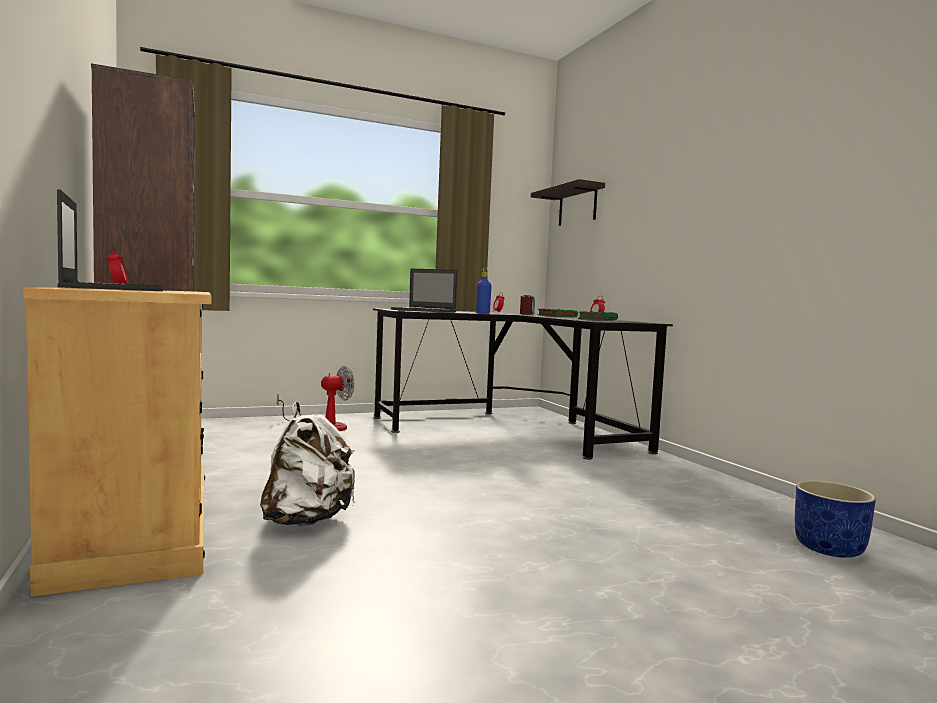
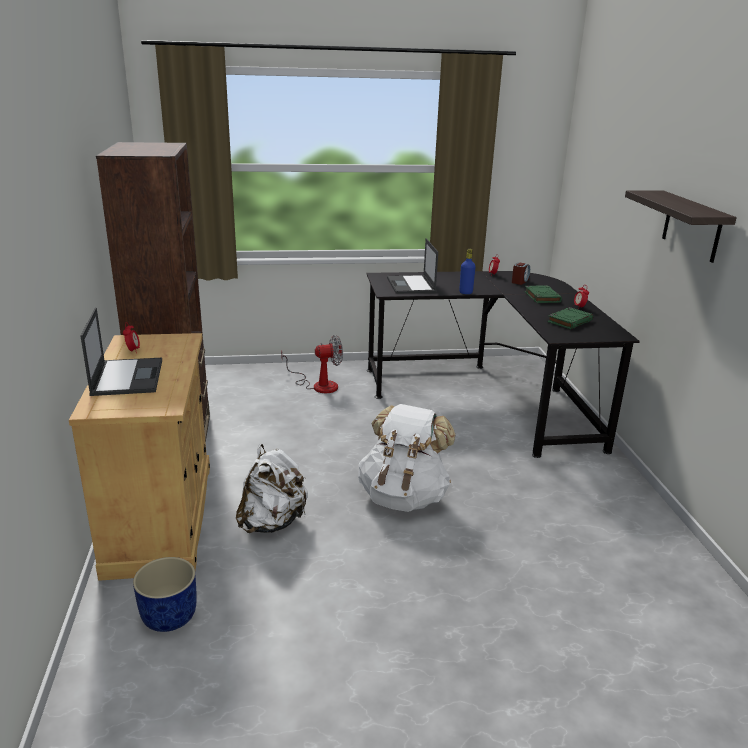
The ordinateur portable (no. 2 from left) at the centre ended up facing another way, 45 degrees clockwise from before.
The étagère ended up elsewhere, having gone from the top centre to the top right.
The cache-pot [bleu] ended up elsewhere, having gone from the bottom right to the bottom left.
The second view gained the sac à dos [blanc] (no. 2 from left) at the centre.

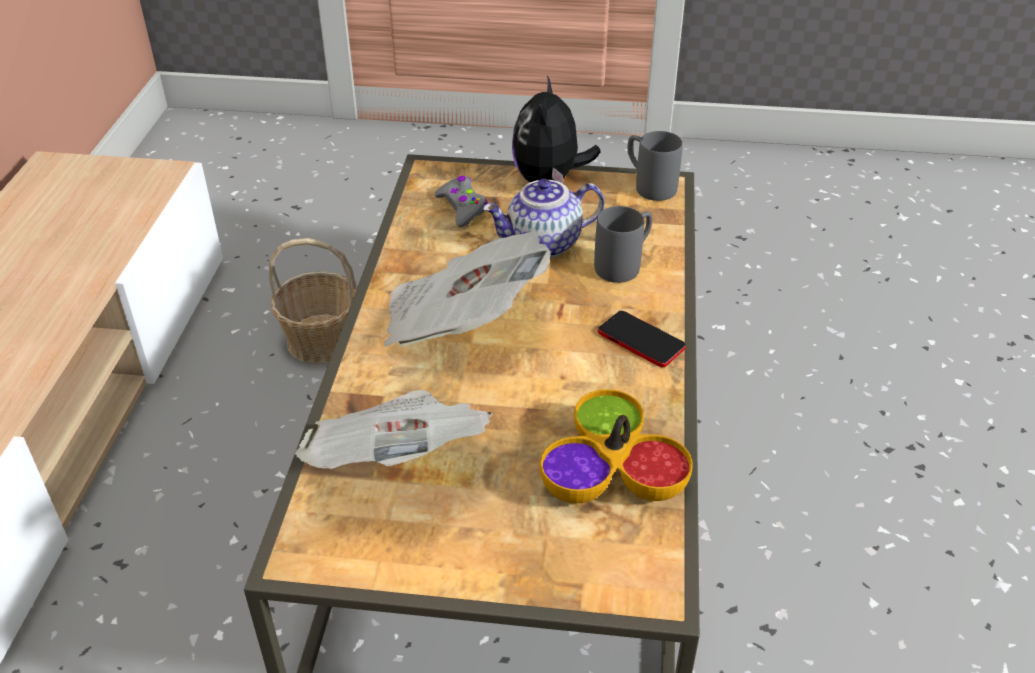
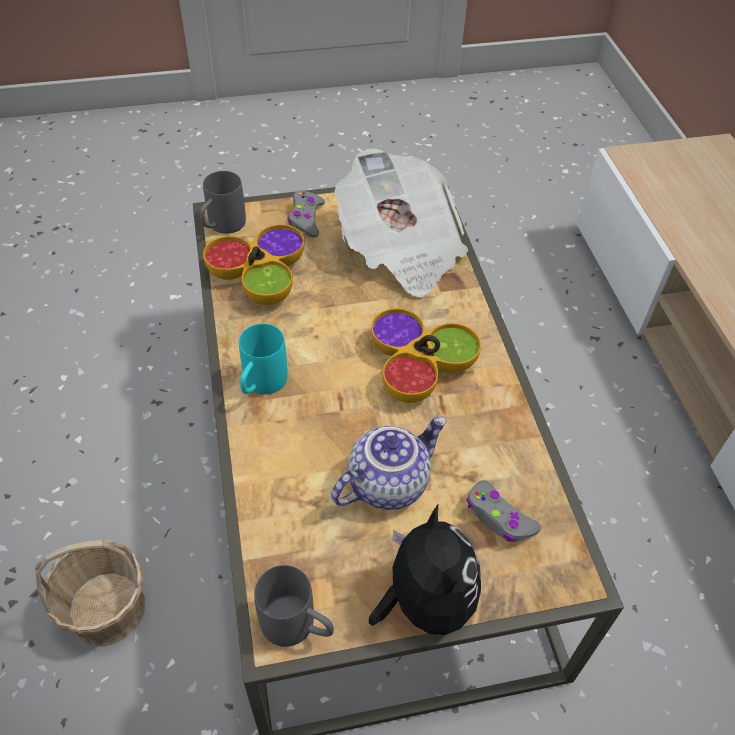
The panier ended up elsewhere, having gone from the middle left to the bottom left.
Where the journal (no. 2 from left) stood at the centre, the bol (no. 2 from left) came to stand at the centre.
The mug [gris] (no. 1 from left) ended up elsewhere, having gone from the centre to the top left.
Where the téléphone stood at the centre, the mug [turquoise] came to stand at the centre.
The second view gained the manette [gris] (no. 1 from left) at the top centre.

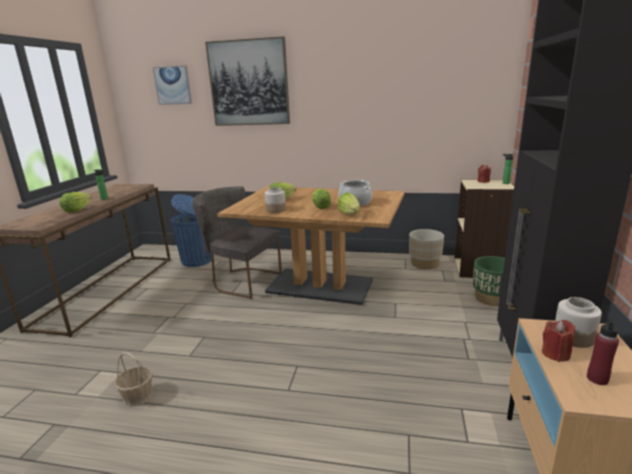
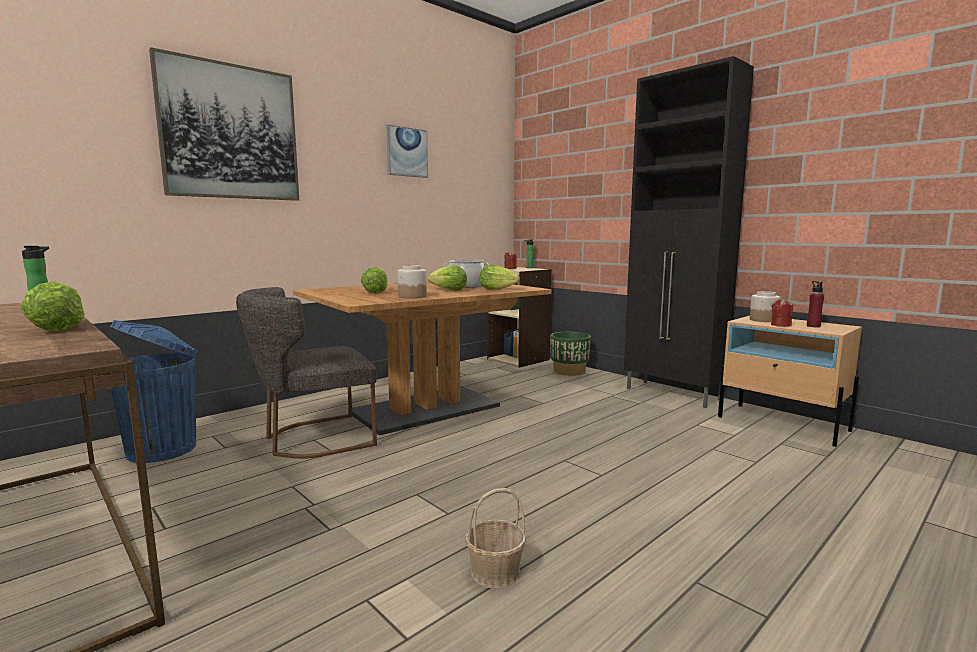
The tableau (no. 1 from left in the first image) ended up elsewhere, having gone from the top left to the top centre.
The second view lost the cache-pot [beige] at the middle right.

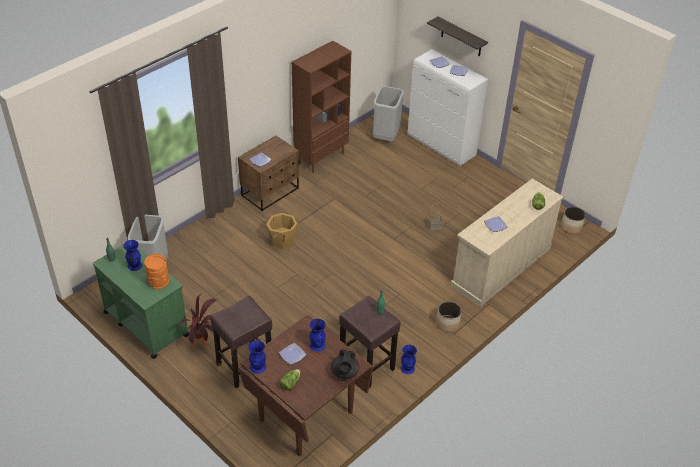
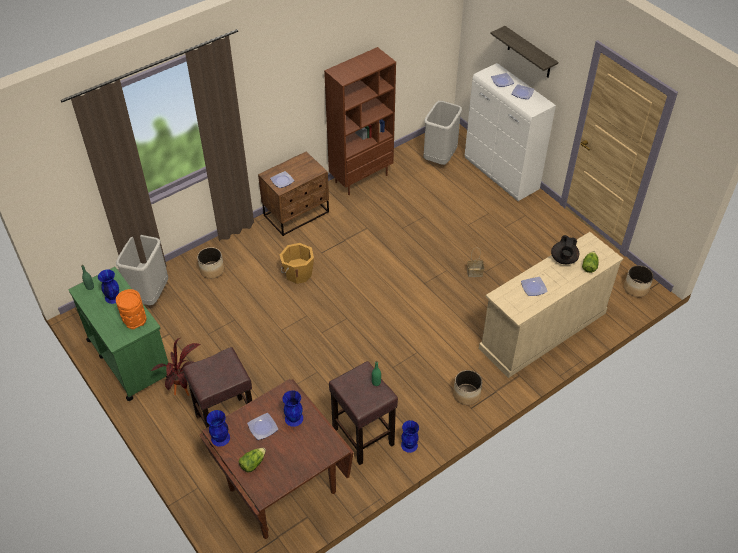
The théière [noir] ended up elsewhere, having gone from the bottom centre to the middle right.
The second view gained the cache-pot (no. 1 from left) at the middle left.

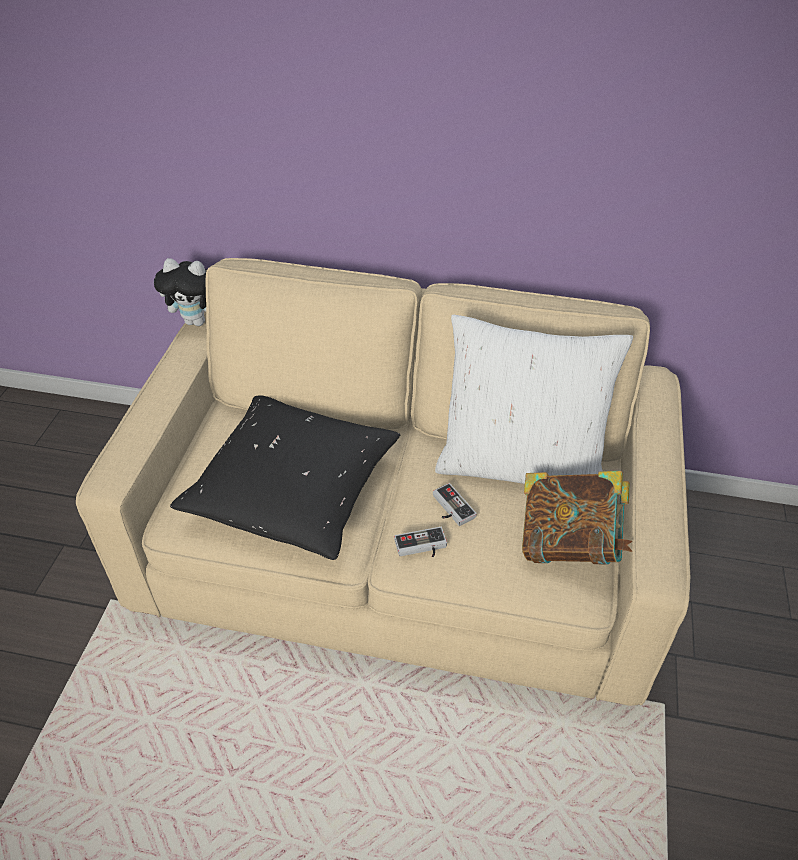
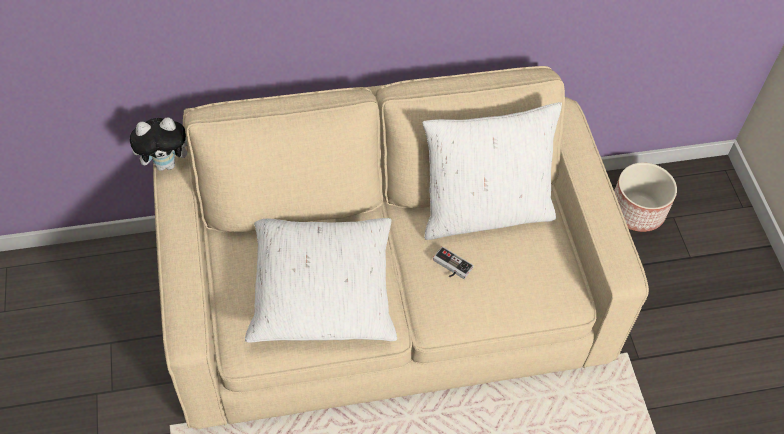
What was the coussin [noir] at the centre turned into the coussin [blanc] (no. 1 from left) at the centre.
The second view lost the manette (no. 1 from left) at the centre.
The second view lost the livre at the middle right.
The second view gained the cache-pot at the middle right.

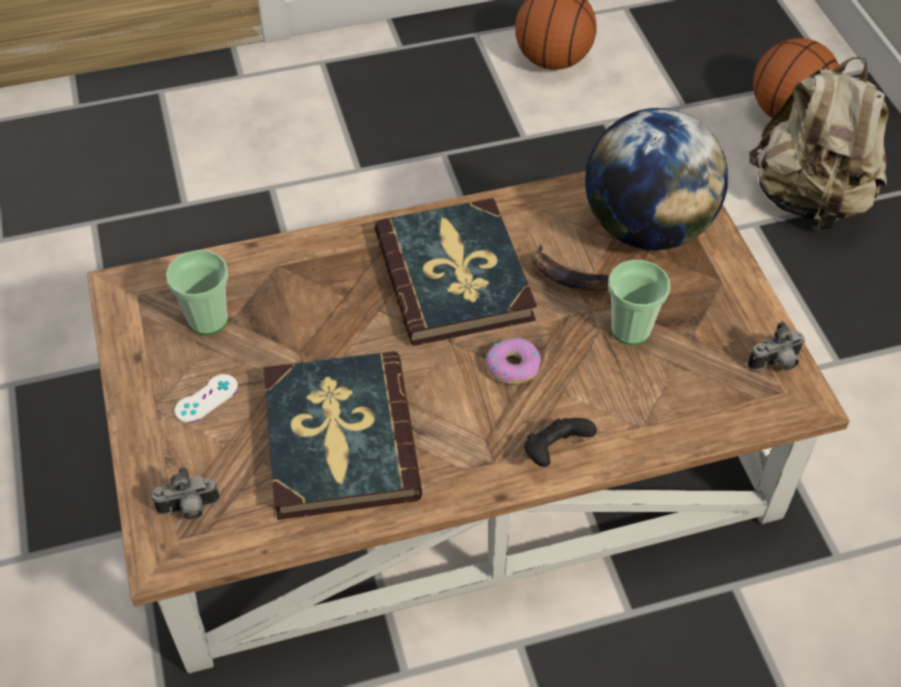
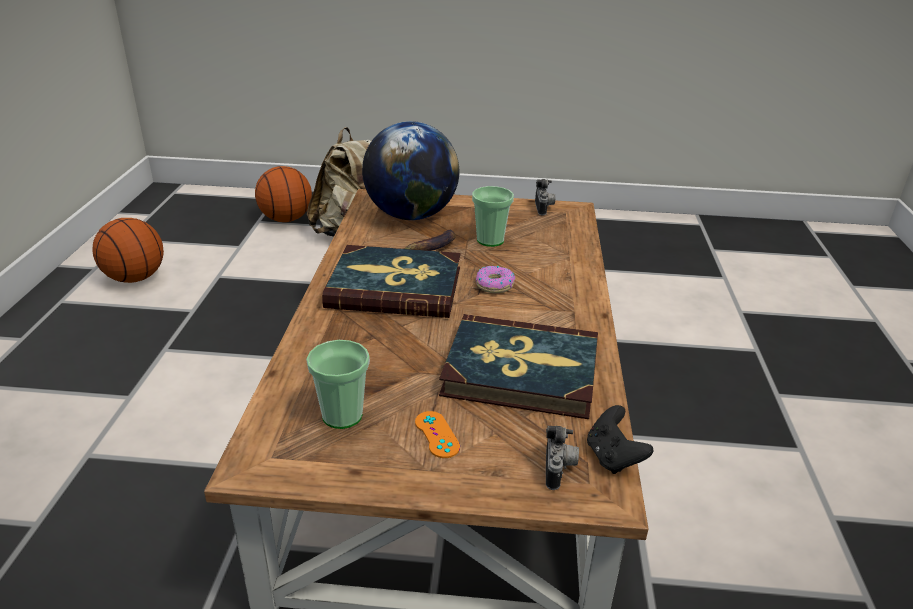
What was the manette [blanc] at the middle left turned into the manette [orange] at the bottom centre.
The manette [noir] ended up elsewhere, having gone from the centre to the bottom right.

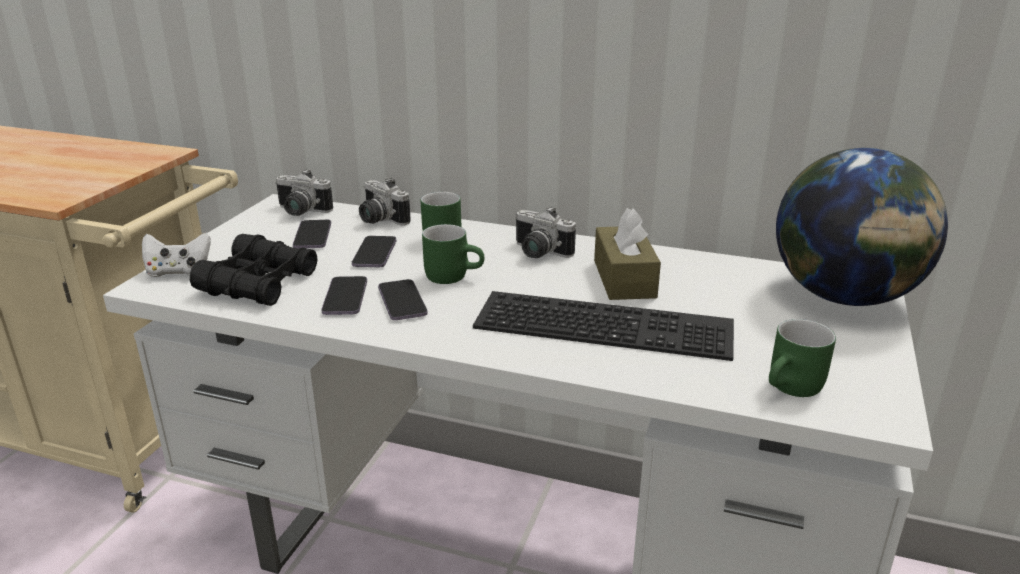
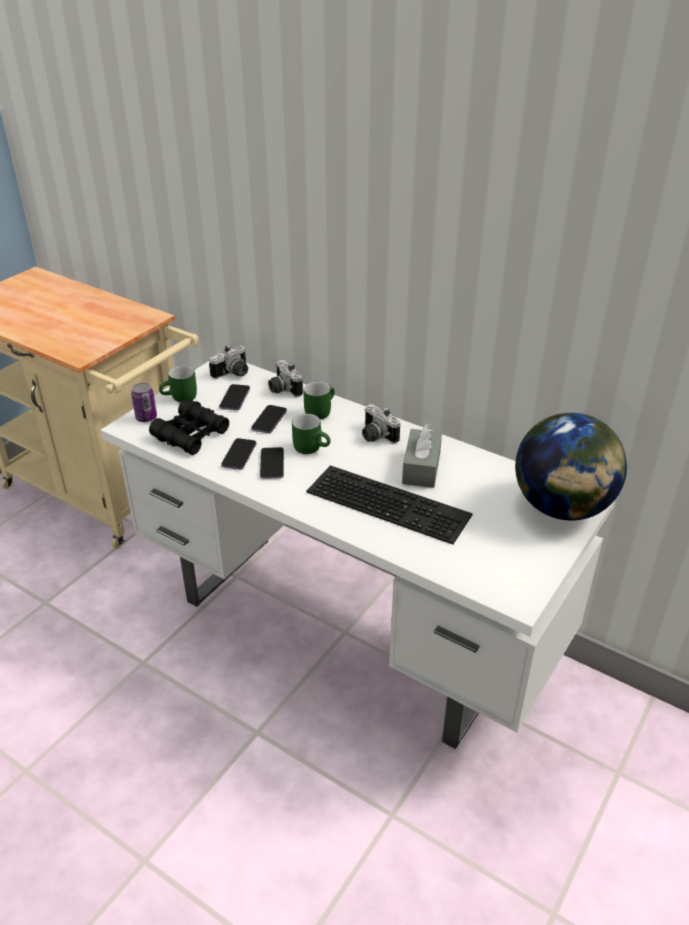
Where the manette [blanc] stood at the middle left, the boîte métallique came to stand at the middle left.
The appareil photo (no. 1 from left) at the middle left ended up facing another way, 75 degrees counterclockwise from before.
What was the boîte à mouchoirs [marron] at the centre turned into the boîte à mouchoirs [gris] at the centre.
The mug [vert] (no. 3 from left in the first image) ended up elsewhere, having gone from the middle right to the middle left.

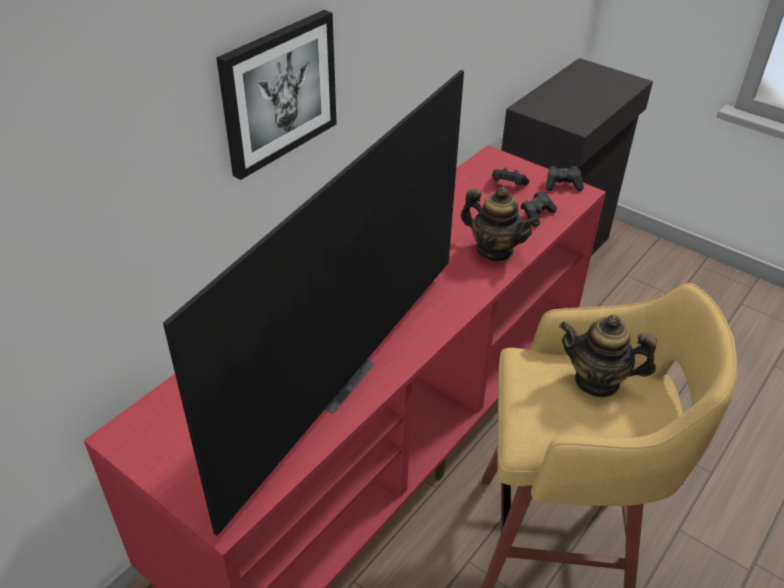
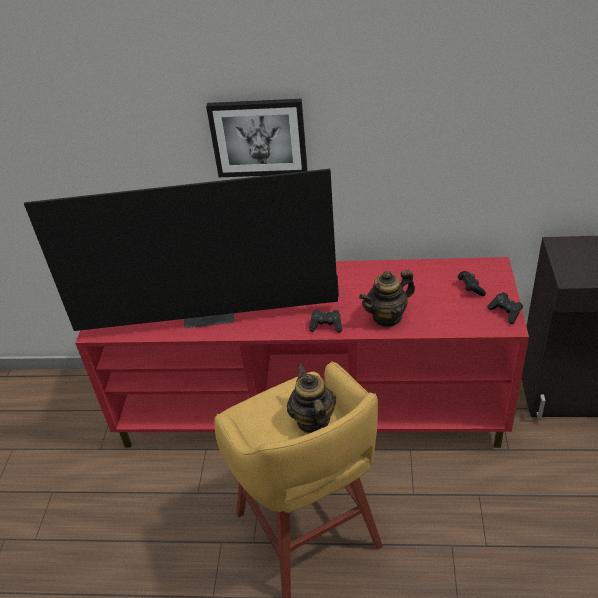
The théière (no. 1 from left in the first image) at the centre ended up facing another way, 60 degrees clockwise from before.
The manette [noir] (no. 2 from left in the first image) ended up elsewhere, having gone from the middle right to the centre.

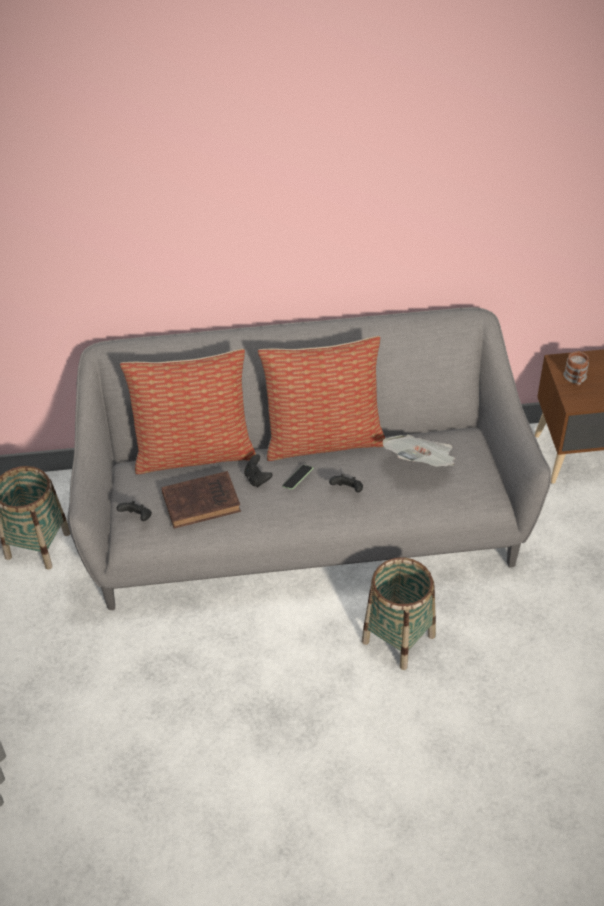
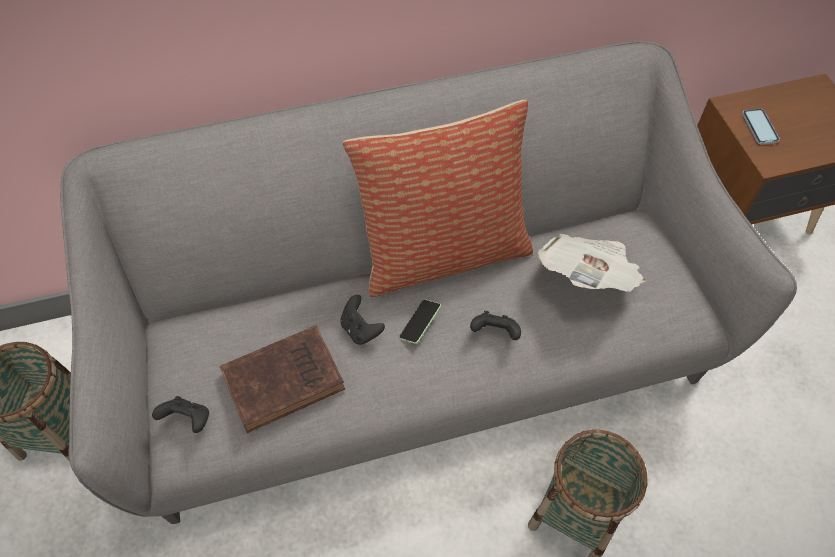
The second view lost the coussin (no. 1 from left) at the middle left.
Where the mug stood at the middle right, the téléphone (no. 2 from left) came to stand at the top right.

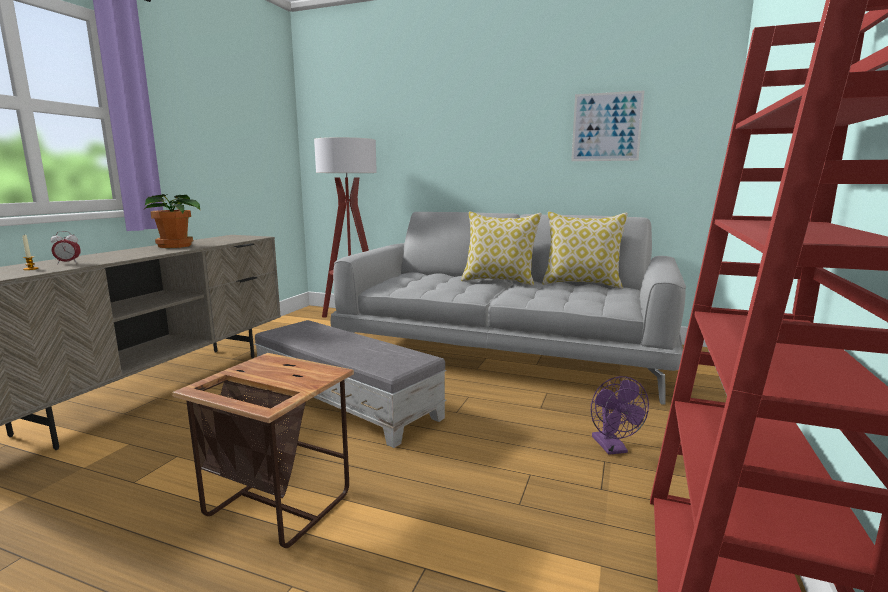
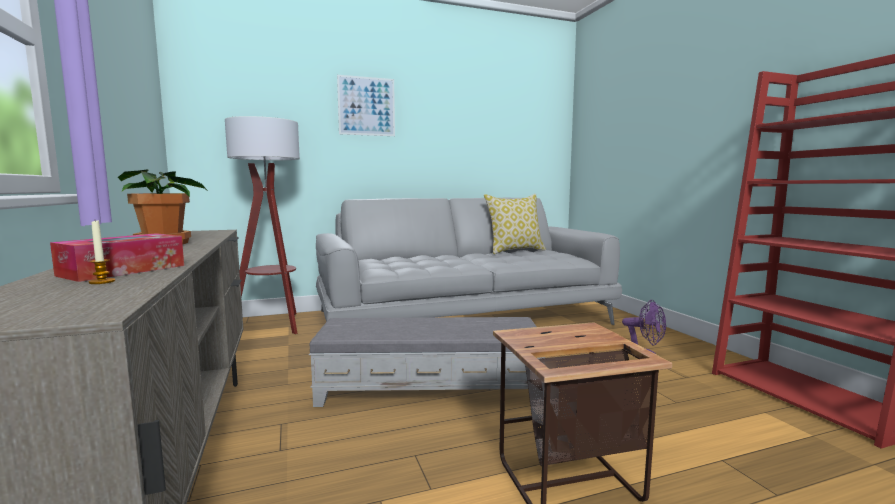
Where the réveil stood at the middle left, the boîte à mouchoirs came to stand at the middle left.
The second view lost the coussin (no. 1 from left) at the centre.
The tableau ended up elsewhere, having gone from the top right to the top centre.

